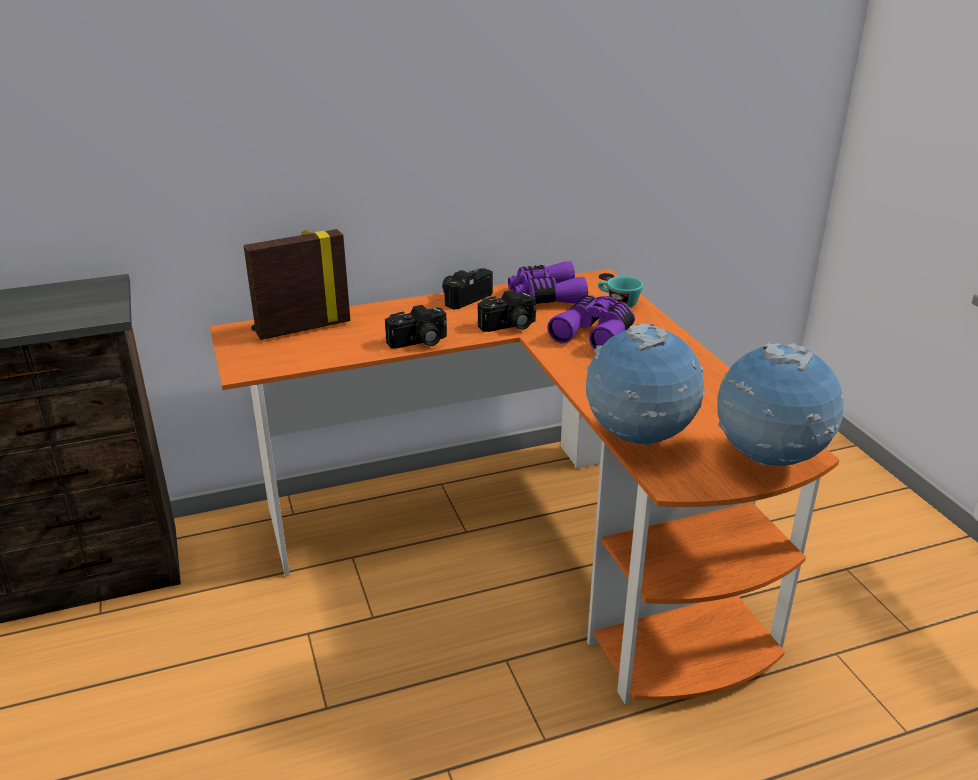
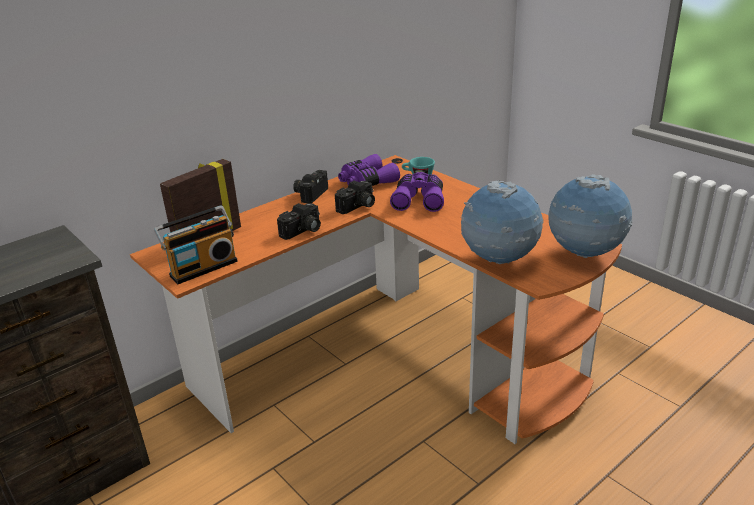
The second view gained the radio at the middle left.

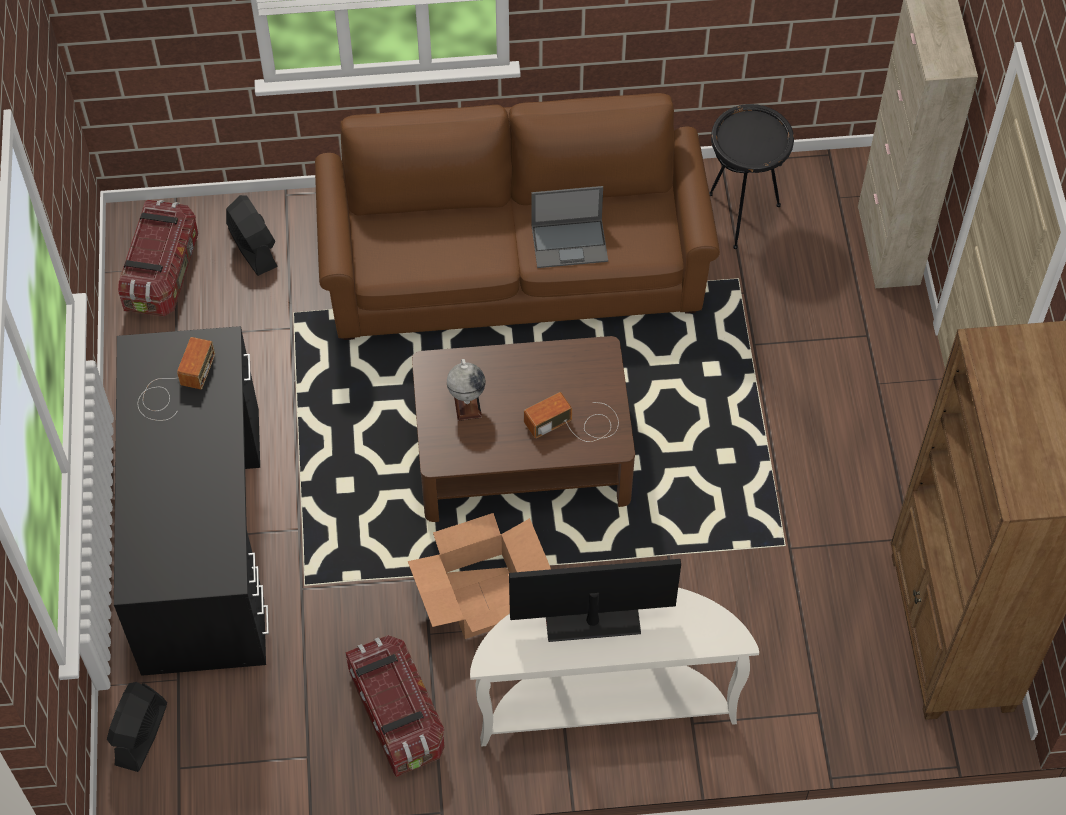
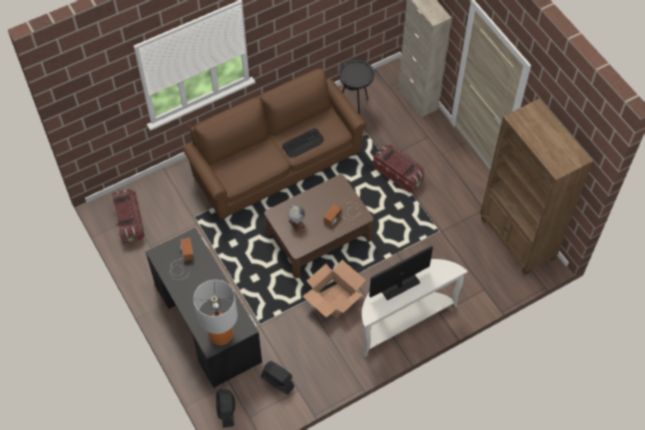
The ventilateur [noir] (no. 2 from left) ended up elsewhere, having gone from the top left to the bottom centre.
The boîte de rangement (no. 2 from left) ended up elsewhere, having gone from the bottom centre to the centre.
Where the ordinateur portable stood at the top centre, the clavier came to stand at the top centre.
The second view gained the lampe de table at the bottom centre.

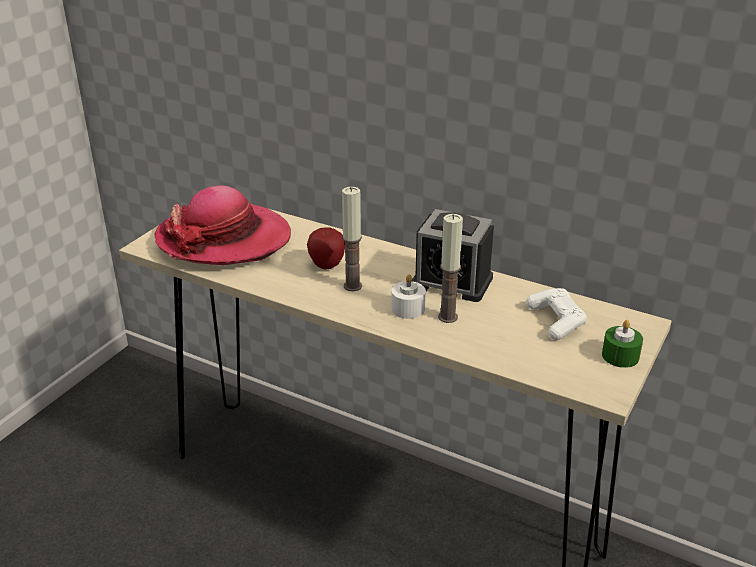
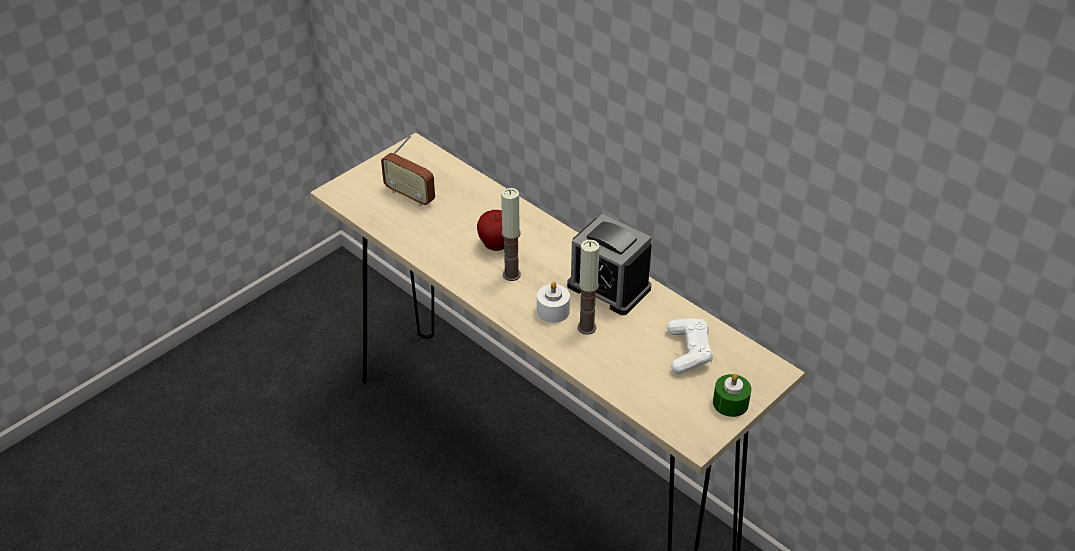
Where the chapeau stood at the middle left, the radio came to stand at the top centre.

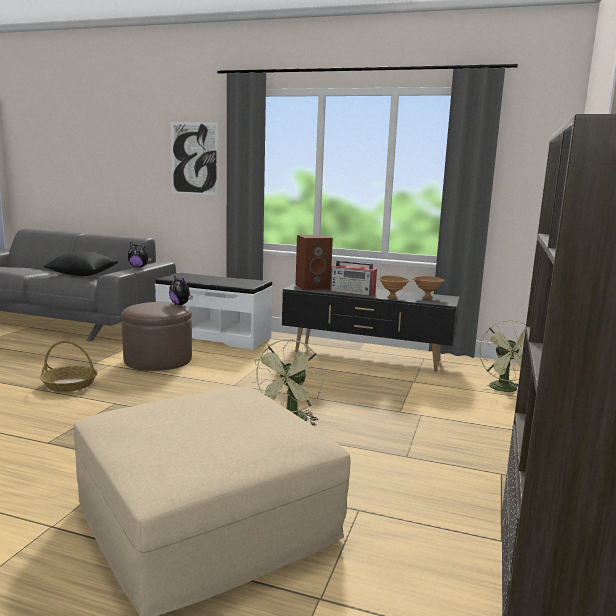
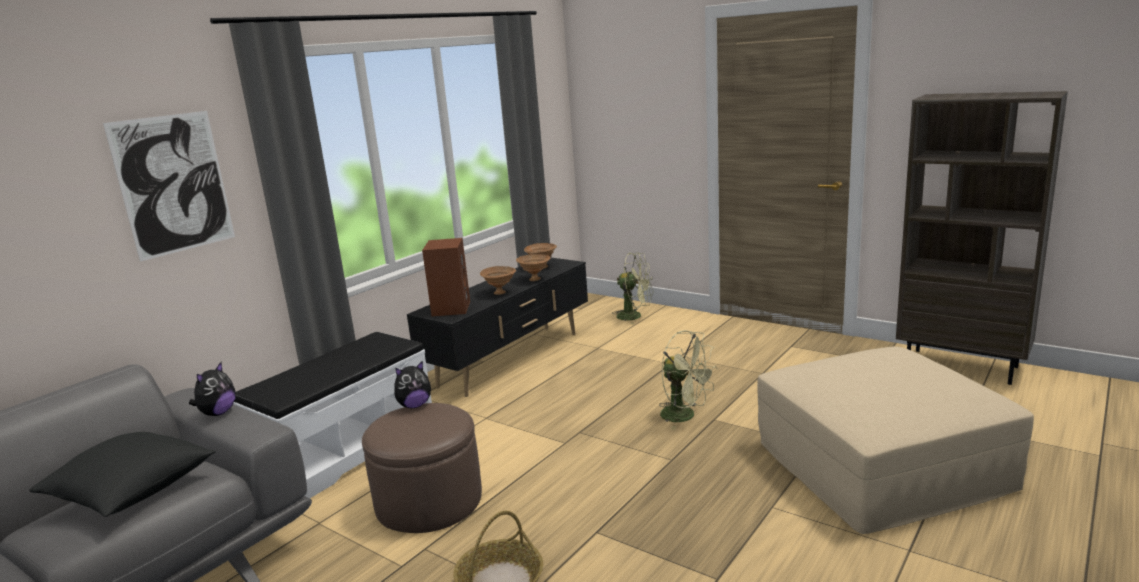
Where the radio stood at the centre, the bol [marron] (no. 1 from left) came to stand at the centre.

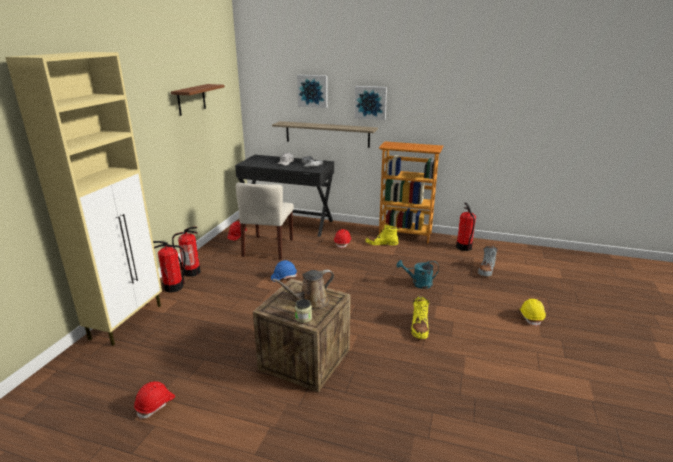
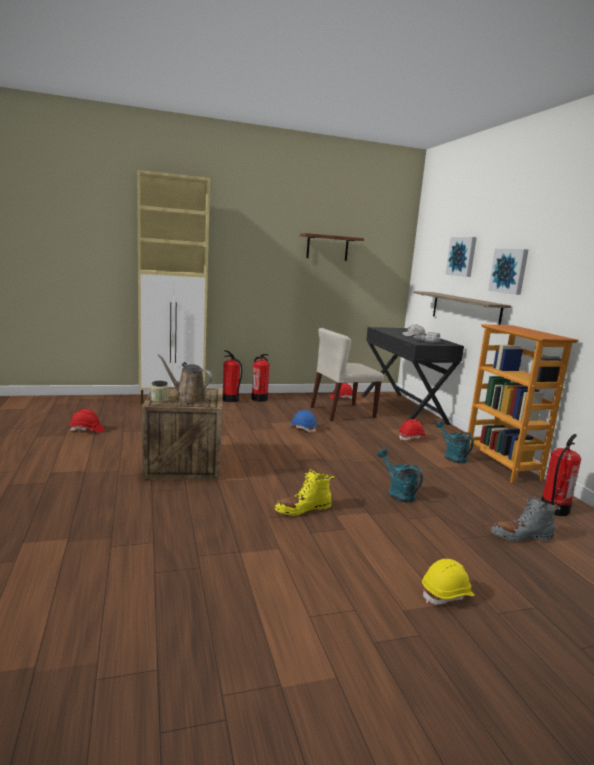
Where the botte [jaune] (no. 1 from left) stood at the centre, the arrosoir [turquoise] (no. 2 from left) came to stand at the middle right.

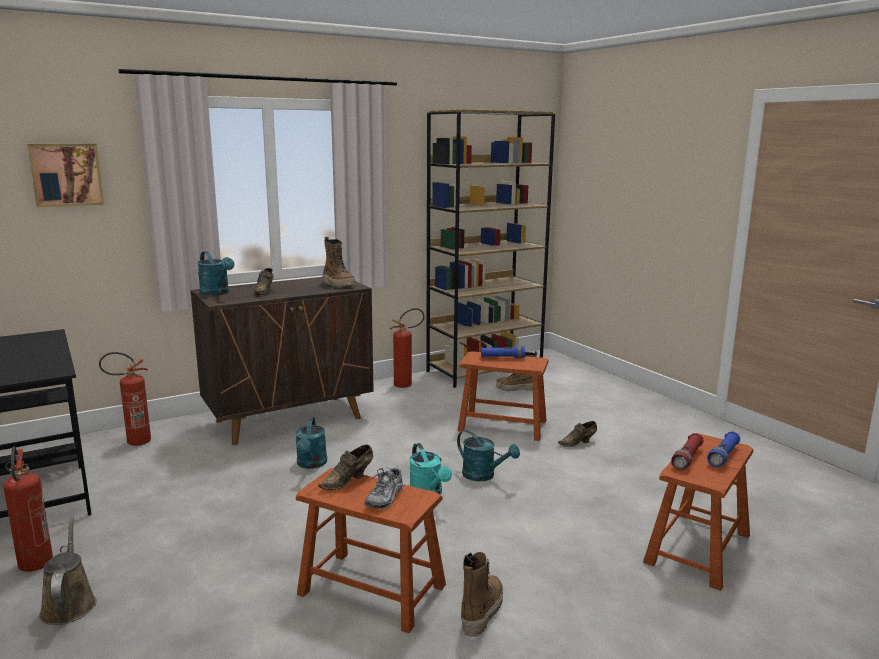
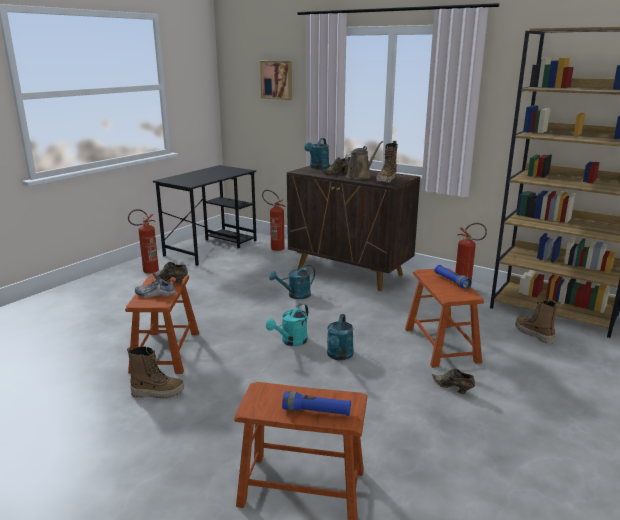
The arrosoir [marron] ended up elsewhere, having gone from the bottom left to the top centre.
The second view lost the lampe de poche [rouge] at the bottom right.

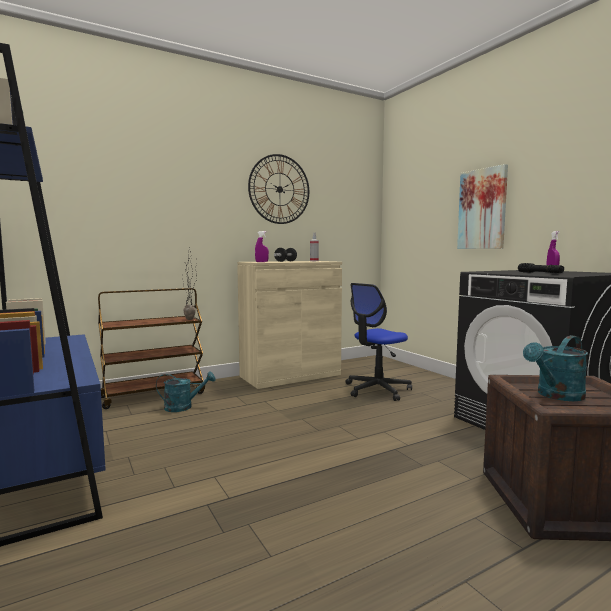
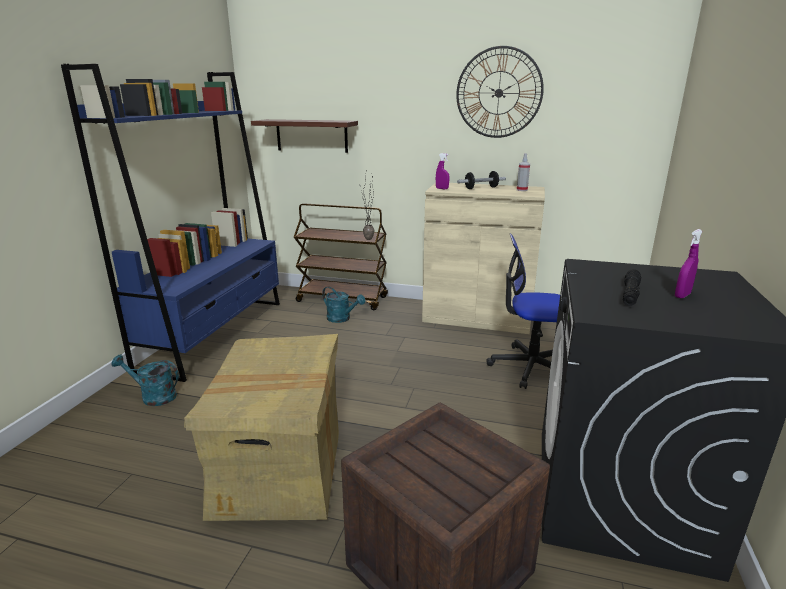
The second view lost the tableau at the middle right.
The arrosoir [turquoise] (no. 2 from left in the first image) ended up elsewhere, having gone from the middle right to the middle left.
The second view gained the carton at the bottom left.
The second view gained the étagère at the top centre.

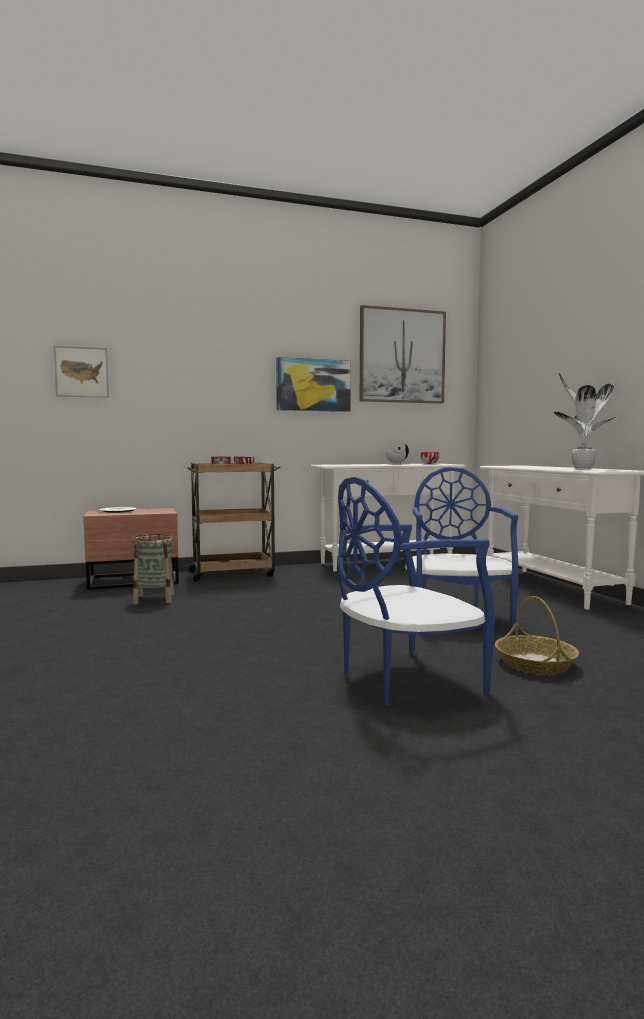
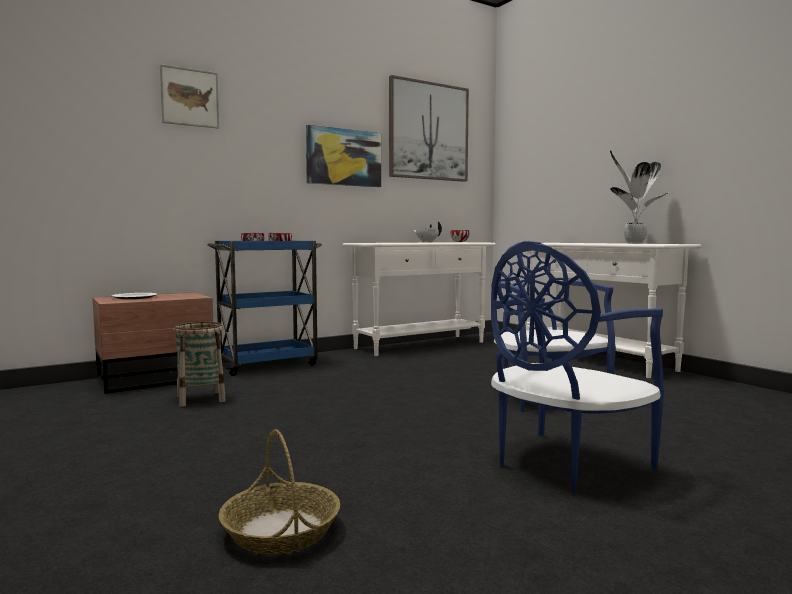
The tableau (no. 1 from left) ended up elsewhere, having gone from the middle left to the top left.
What was the chariot [marron] at the centre turned into the chariot [bleu] at the centre.
The panier (no. 2 from left) ended up elsewhere, having gone from the middle right to the bottom centre.

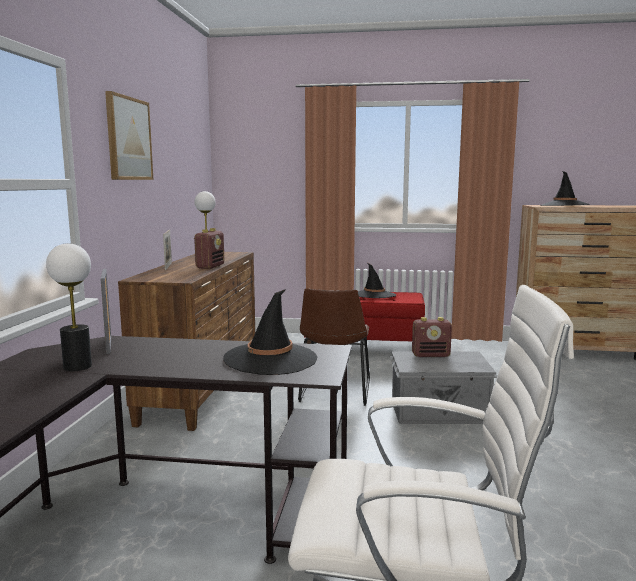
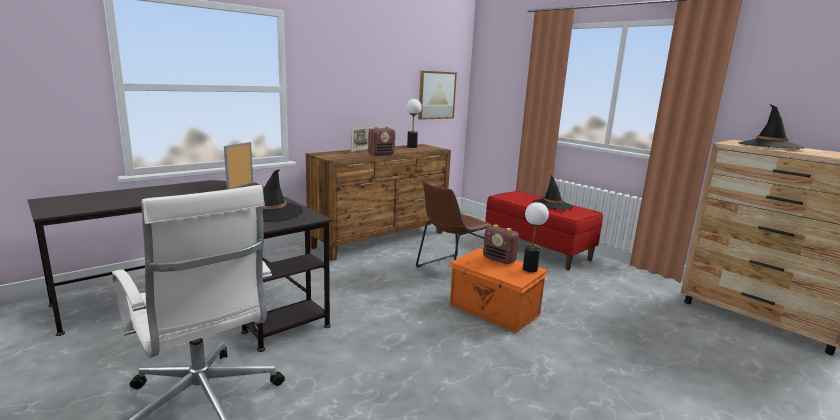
The lampe de table (no. 1 from left in the first image) ended up elsewhere, having gone from the middle left to the centre.
The tableau ended up elsewhere, having gone from the top left to the top centre.
What was the boîte de rangement [gris] at the bottom right turned into the boîte de rangement [orange] at the bottom centre.

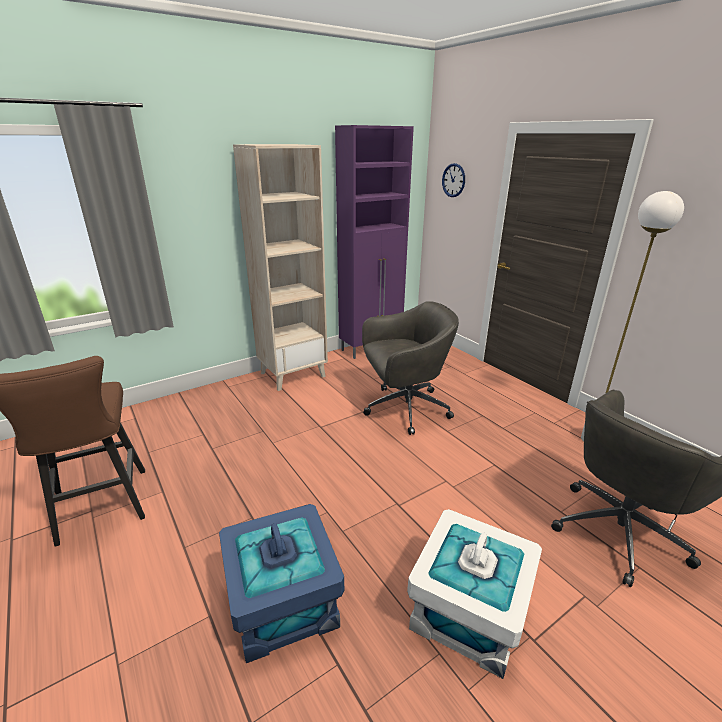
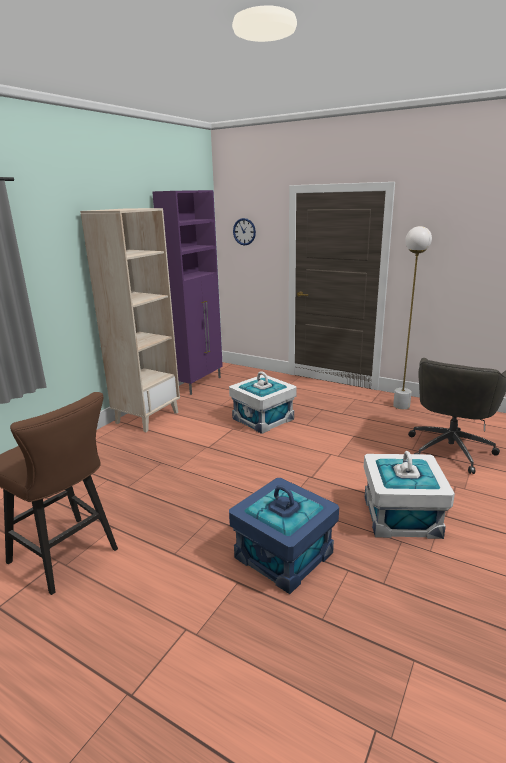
Where the chaise de bureau [gris] (no. 1 from left) stood at the centre, the boîte de rangement [blanc] (no. 1 from left) came to stand at the centre.

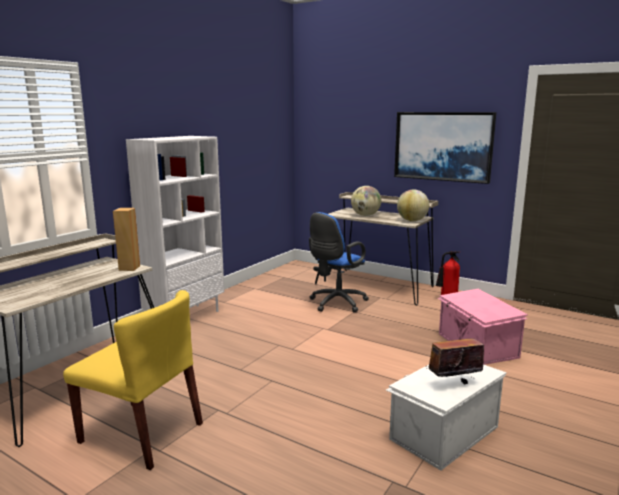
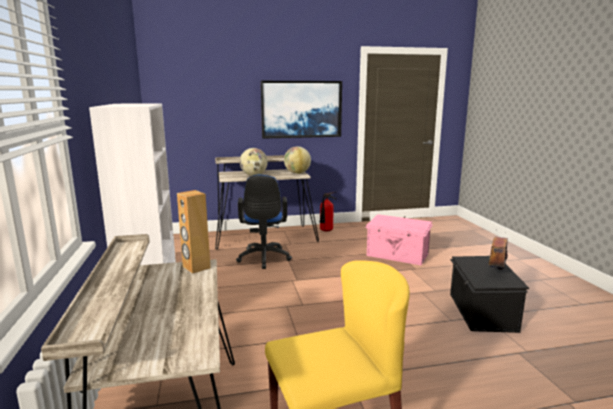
What was the boîte de rangement [blanc] at the bottom right turned into the boîte de rangement [noir] at the bottom right.

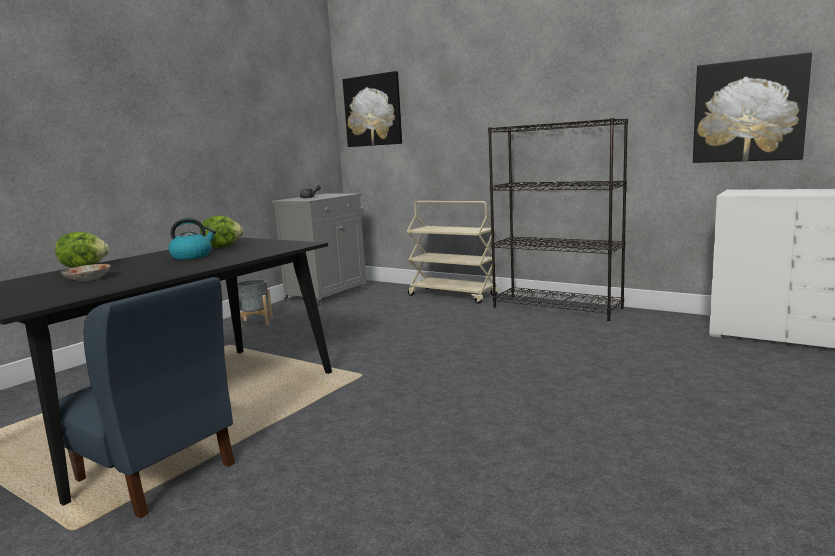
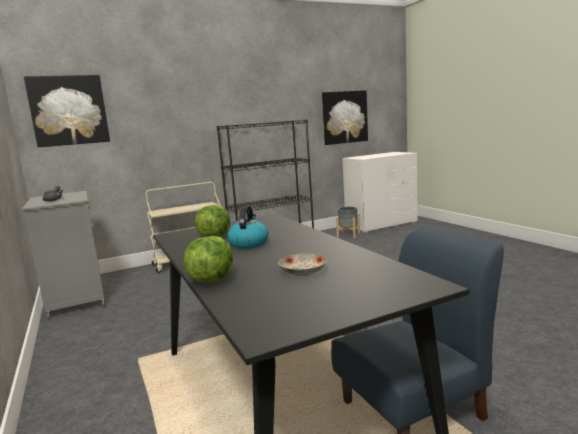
The cache-pot [gris] ended up elsewhere, having gone from the middle left to the centre.

